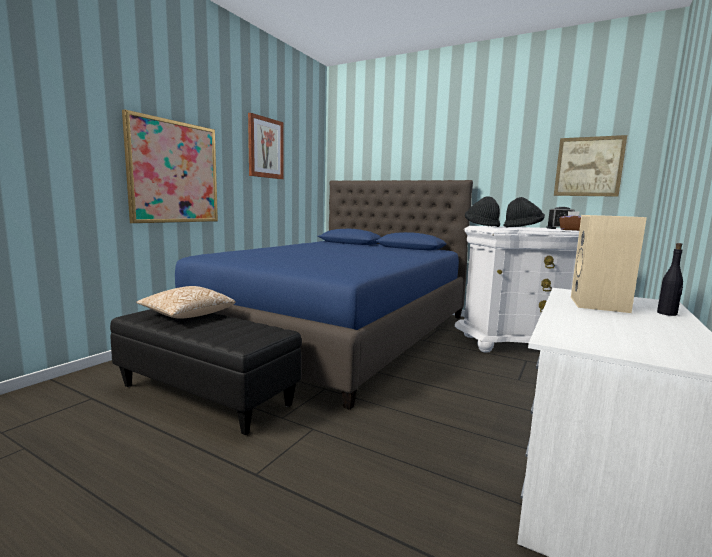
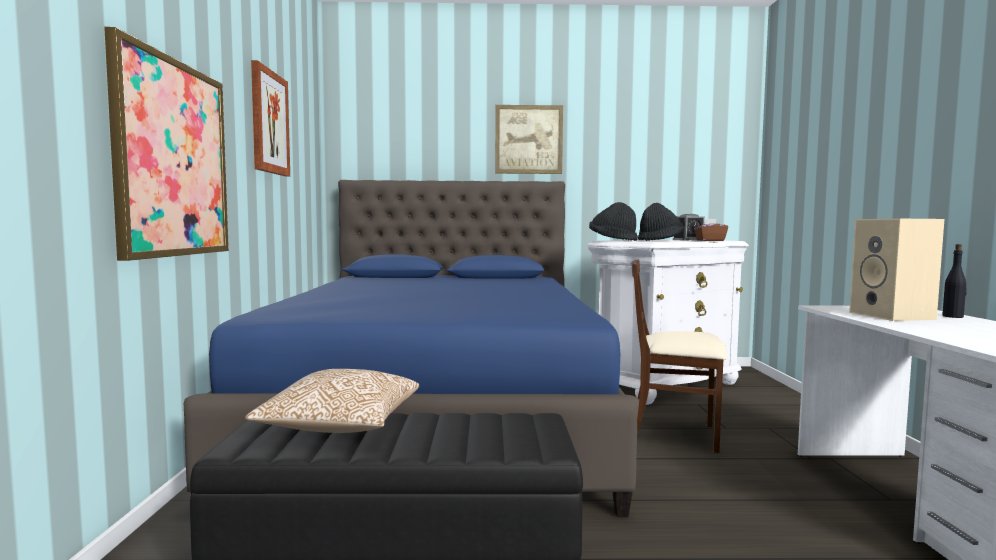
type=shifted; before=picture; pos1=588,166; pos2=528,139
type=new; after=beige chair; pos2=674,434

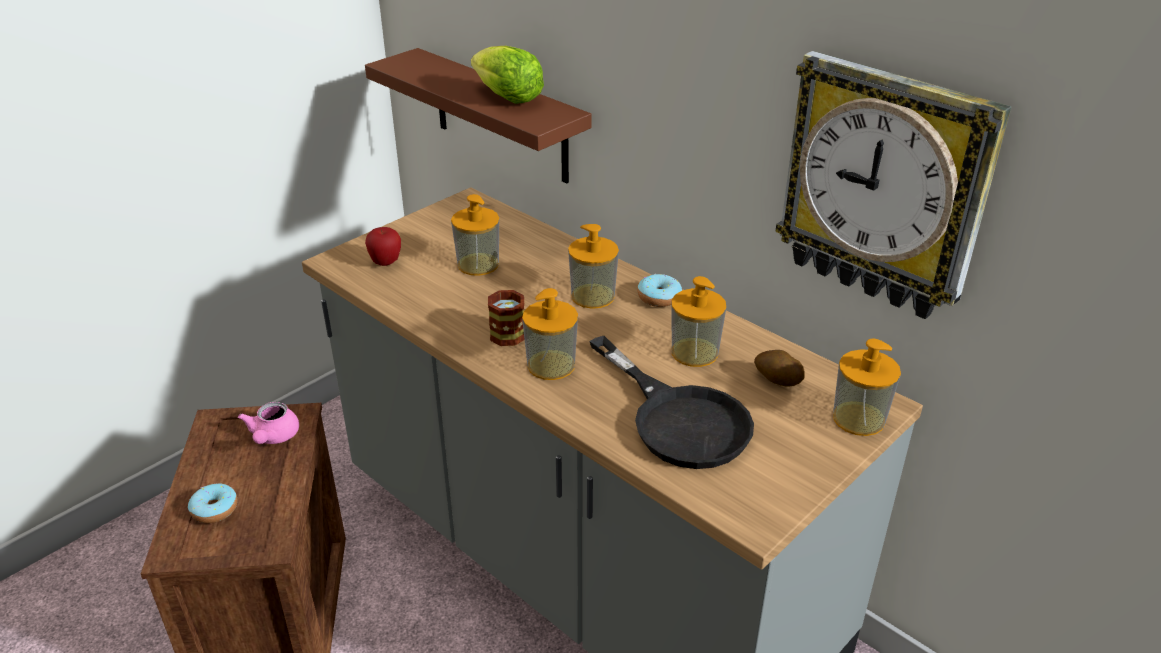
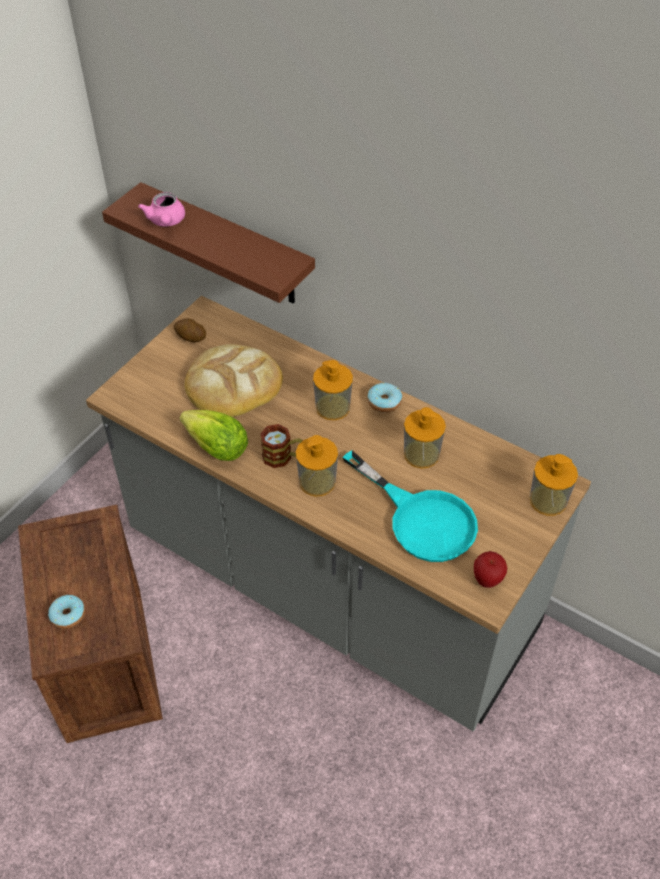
type=shifted; before=lettuce; pos1=508,98; pos2=217,448
type=gone; before=clock on the wall; pos1=884,187
type=swapped; before=liquid soap bottle; after=baked bread; pos1=478,264; pos2=233,384
type=shifted; before=apple; pos1=385,263; pos2=487,580
type=repainted; before=black-coloured skillet; after=turquoise skillet; pos1=679,418; pos2=421,519
type=shifted; before=potato; pos1=777,380; pos2=190,337
type=shifted; before=pink tea pot; pos1=273,437; pos2=166,222

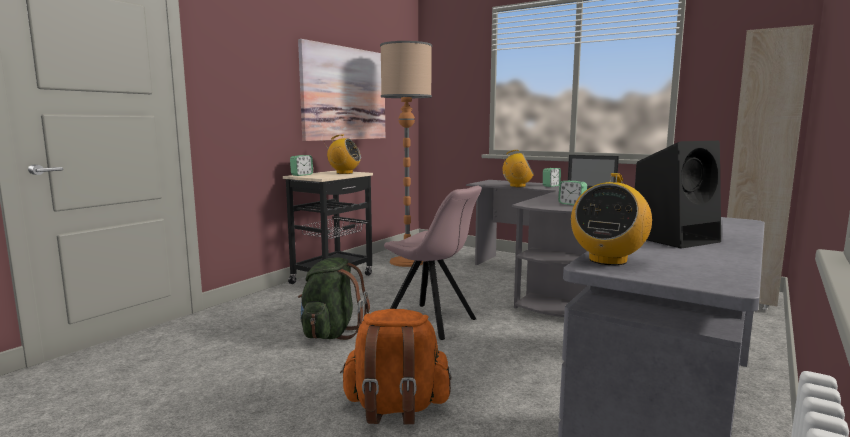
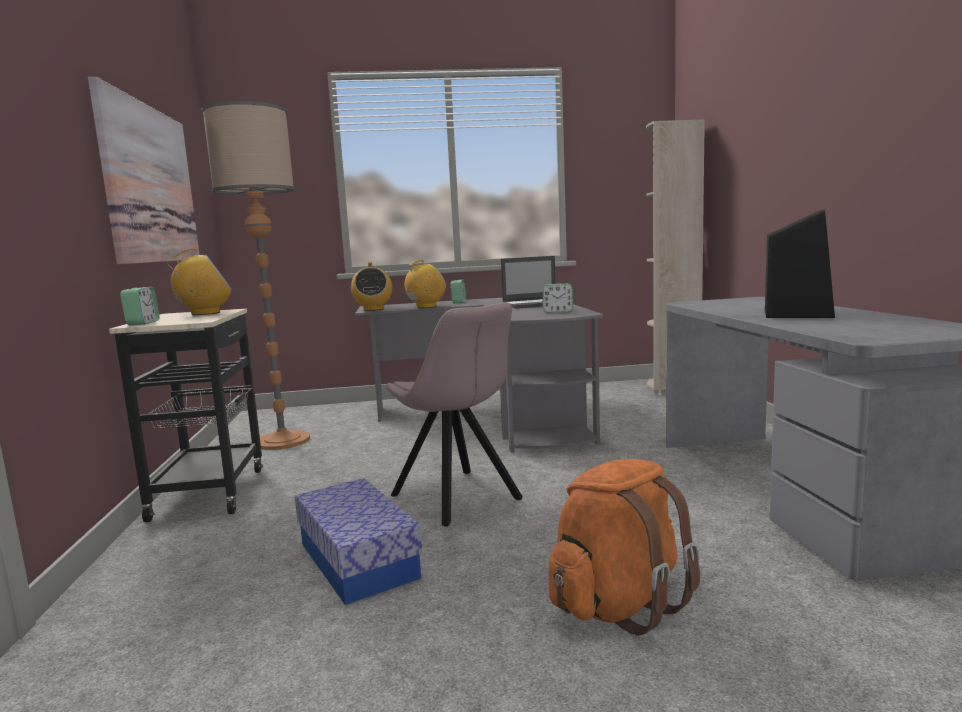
type=shifted; before=radio set; pos1=607,260; pos2=373,309
type=rotated; before=pink chair; pos1=431,321; pos2=457,497; turn=60
type=swapped; before=green-coloured knapsack; after=storage box; pos1=331,333; pos2=358,560

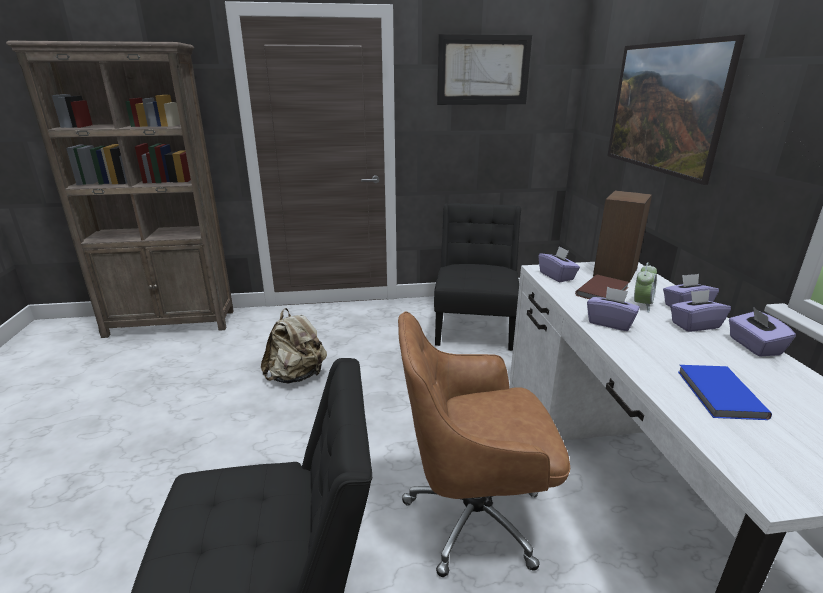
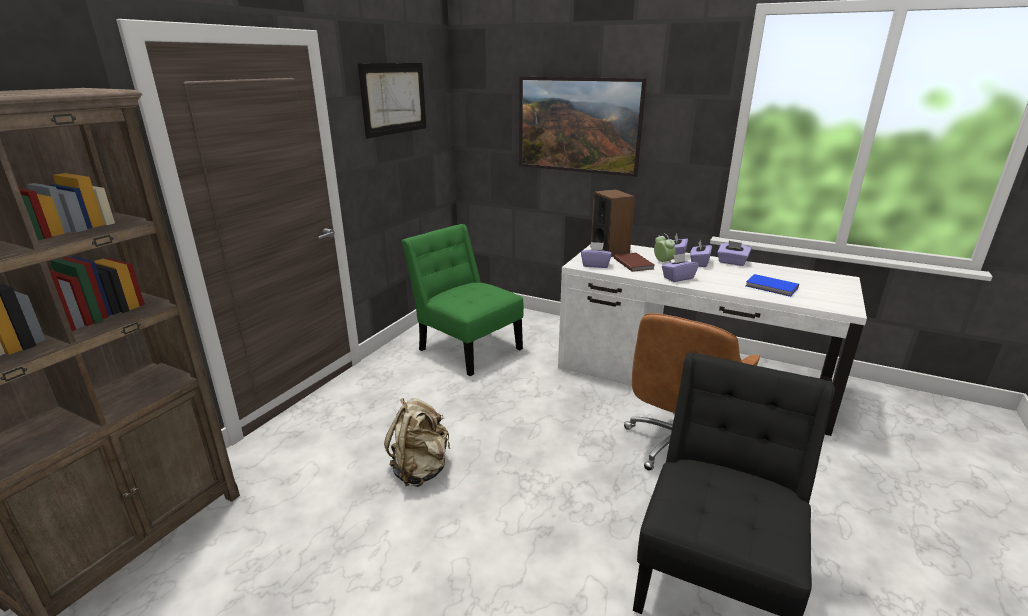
type=repainted; before=black-coloured chair; after=green-coloured chair; pos1=475,326; pos2=467,347

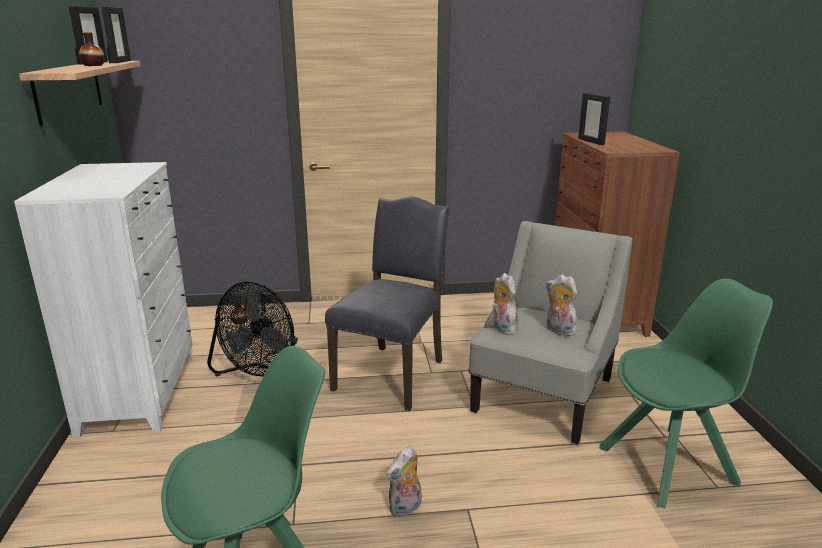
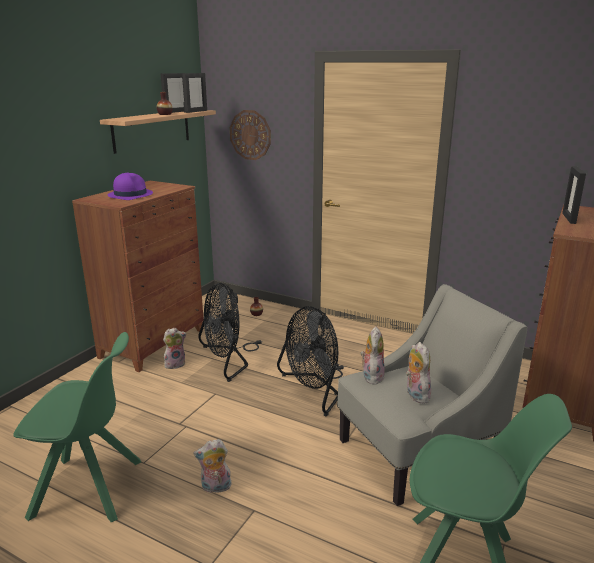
type=repainted; before=whitish drawer chest; after=brown drawer chest; pos1=142,392; pos2=155,343
type=swapped; before=greyish chair; after=black-coloured fan; pos1=393,374; pos2=315,388
type=new; after=clock on the wall; pos2=250,135
type=new; after=purple-coloured hat; pos2=130,195
type=new; after=cuddly toy; pos2=175,364

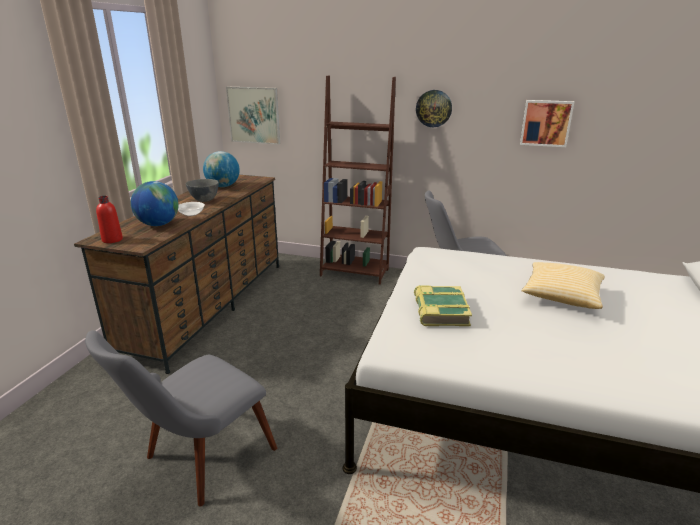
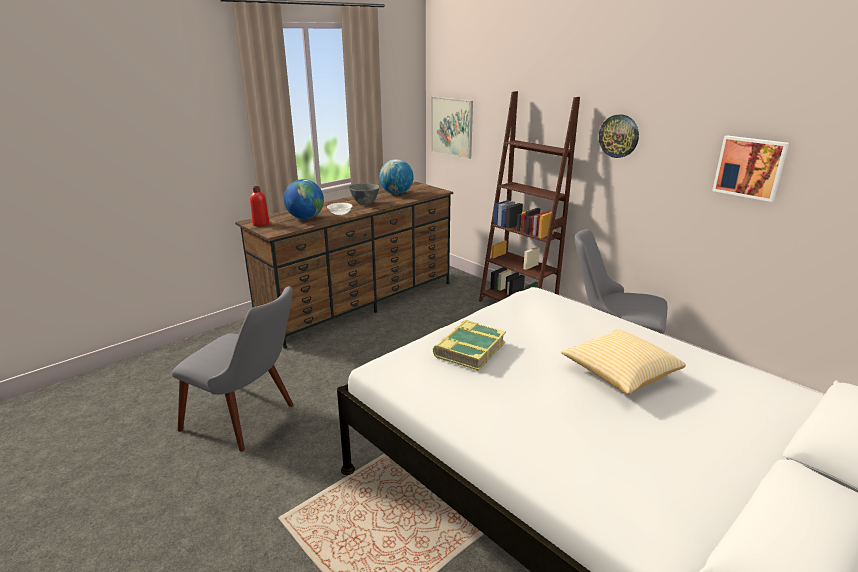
type=rotated; before=greyish chair; pos1=198,462; pos2=249,420; turn=-135

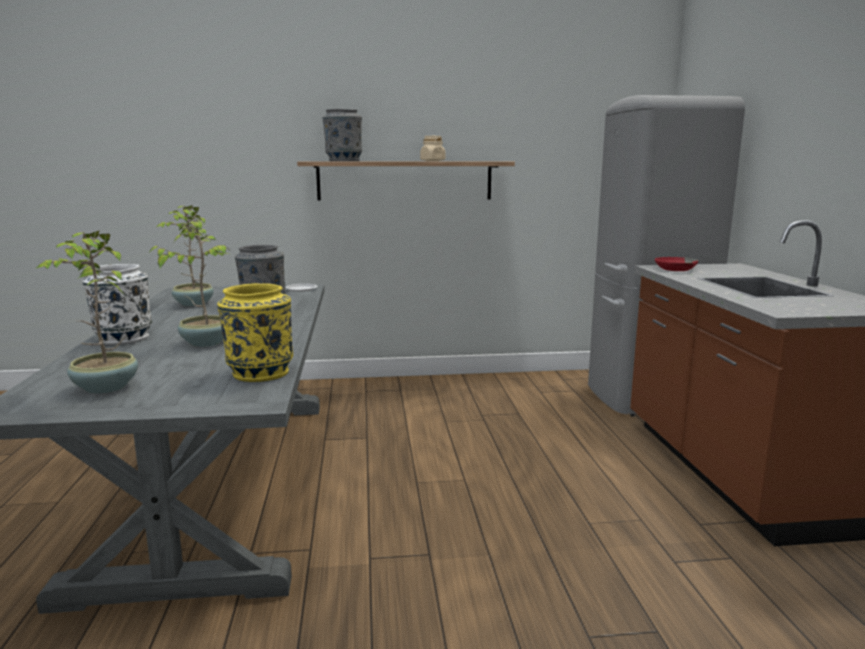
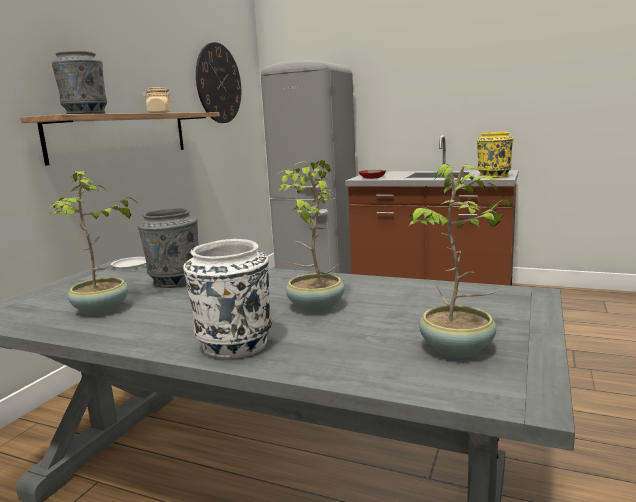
type=shifted; before=yellow decorative vase; pos1=259,373; pos2=493,176
type=new; after=clock on the wall; pos2=219,83

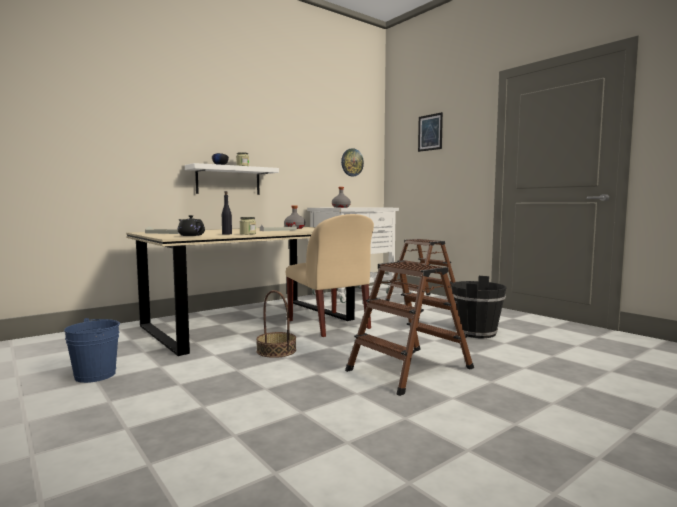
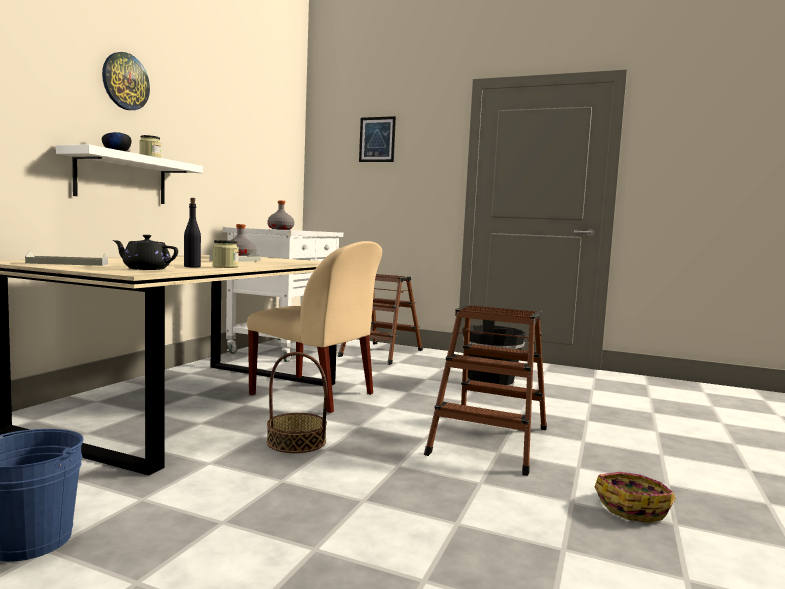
type=shifted; before=clock on the wall; pos1=352,162; pos2=125,81
type=new; after=storage basket; pos2=633,507

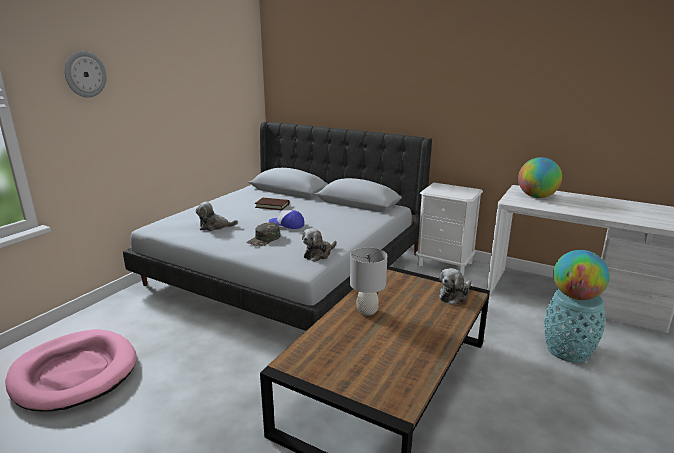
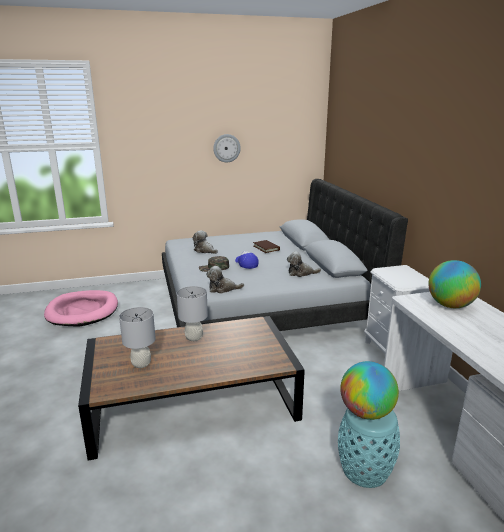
type=shifted; before=clock on the wall; pos1=85,74; pos2=226,148
type=shifted; before=cuddly toy; pos1=455,296; pos2=301,273
type=new; after=greyish lamp for a table; pos2=141,365

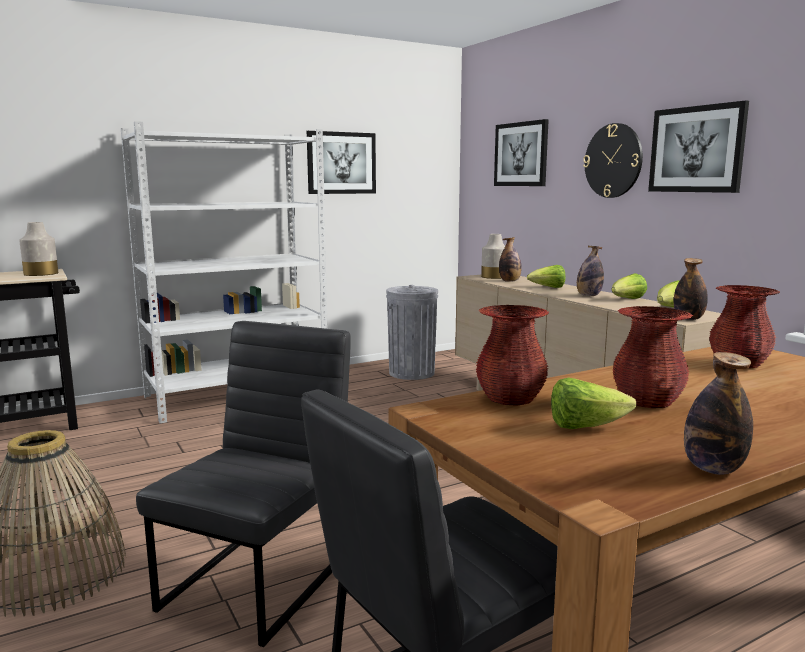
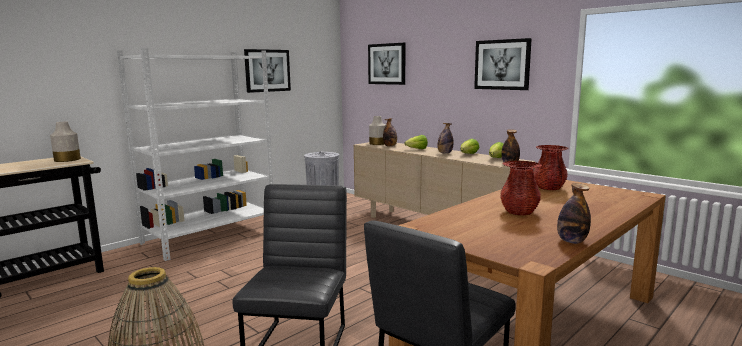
type=gone; before=clock on the wall; pos1=613,160
type=gone; before=red decorative vase; pos1=510,399
type=gone; before=lettuce; pos1=585,427

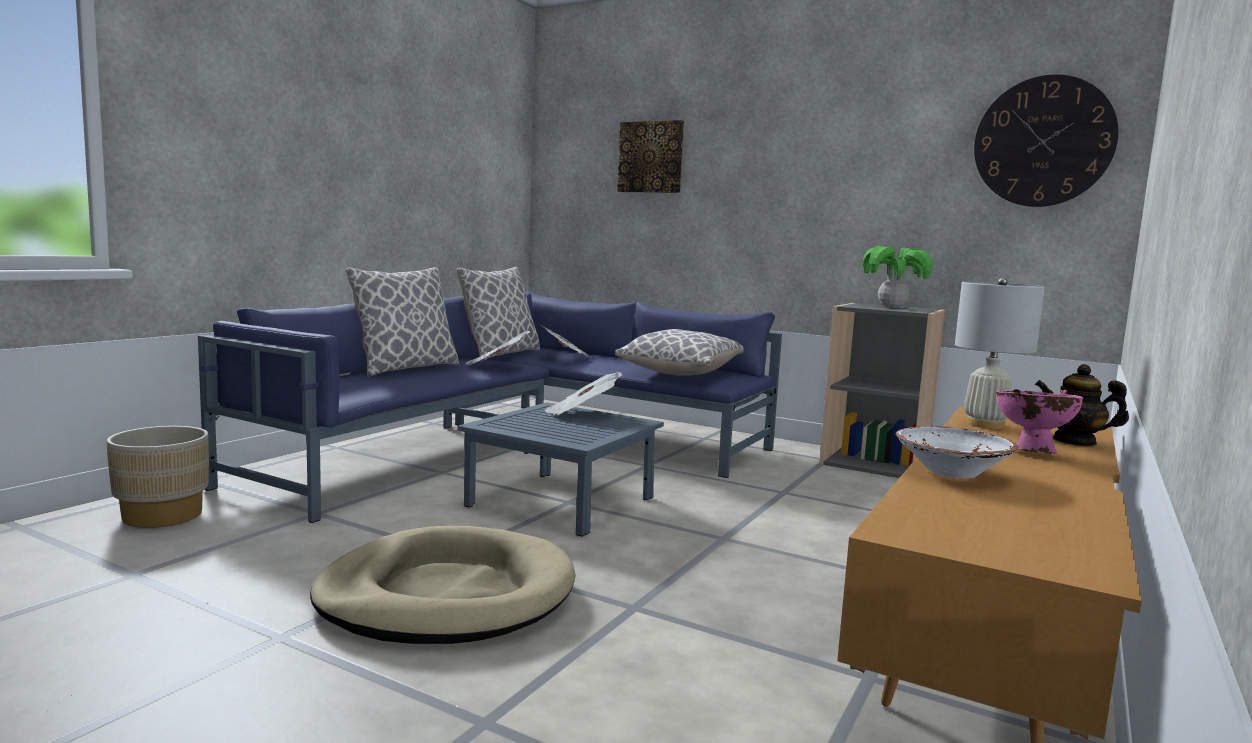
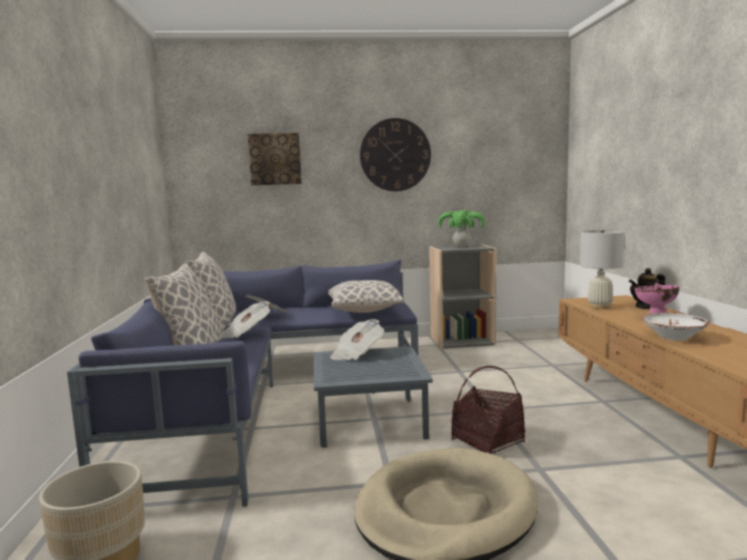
type=shifted; before=clock on the wall; pos1=1043,141; pos2=395,155
type=new; after=storage basket; pos2=488,441

